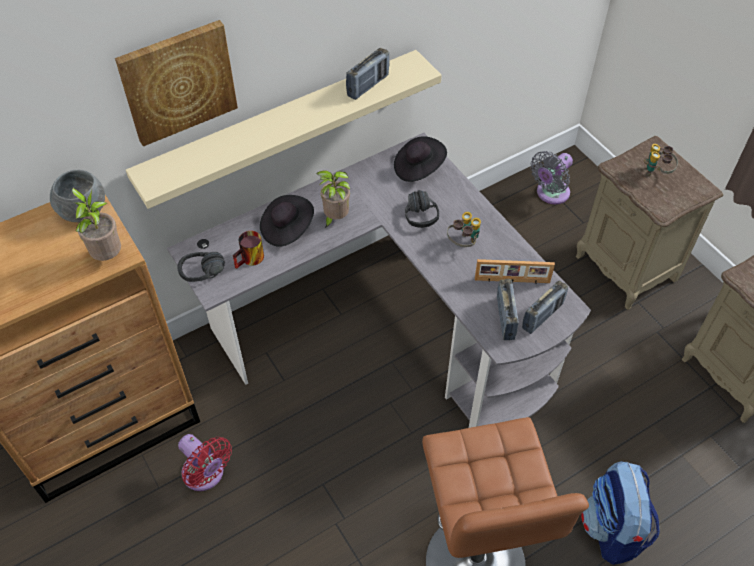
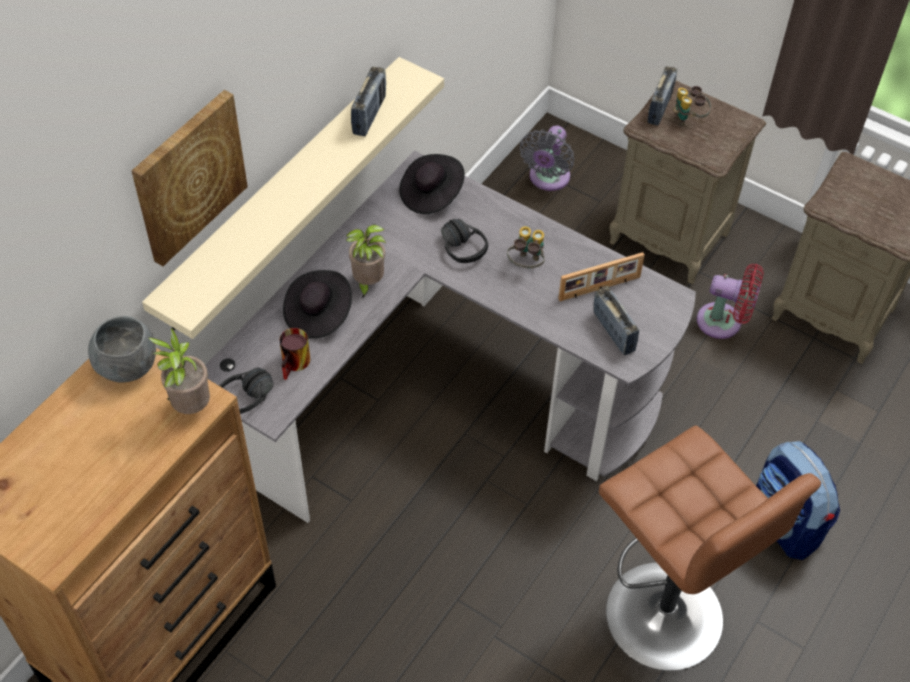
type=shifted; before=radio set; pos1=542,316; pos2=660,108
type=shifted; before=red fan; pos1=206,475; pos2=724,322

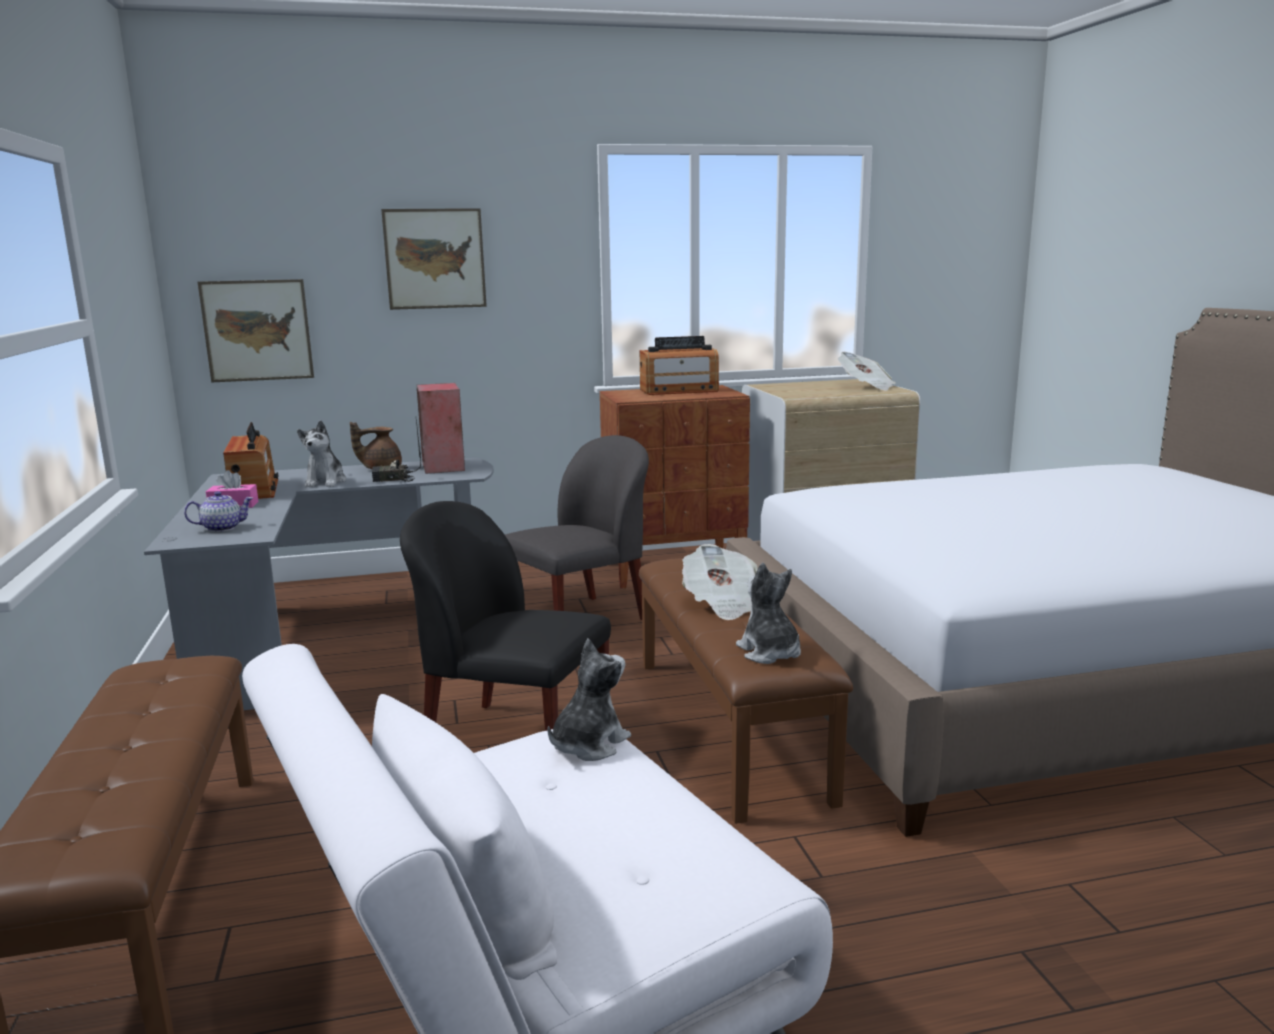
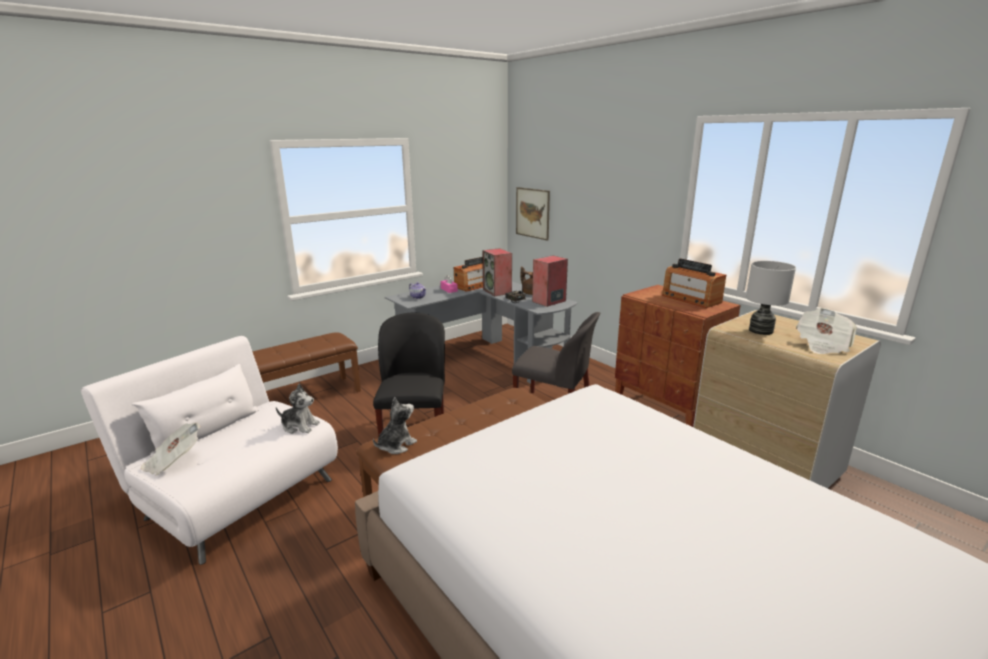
type=gone; before=picture; pos1=435,259
type=swapped; before=cuddly toy; after=loudspeaker; pos1=325,482; pos2=497,291
type=shifted; before=printed paper; pos1=723,604; pos2=174,461
type=new; after=greyish lamp for a table; pos2=760,331

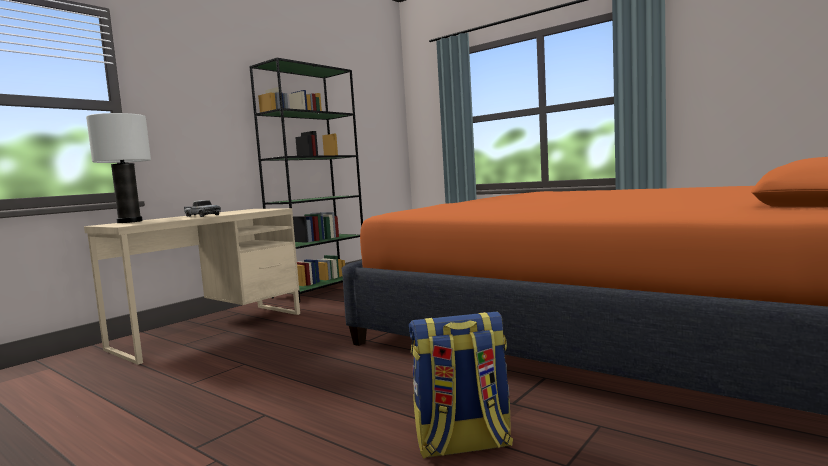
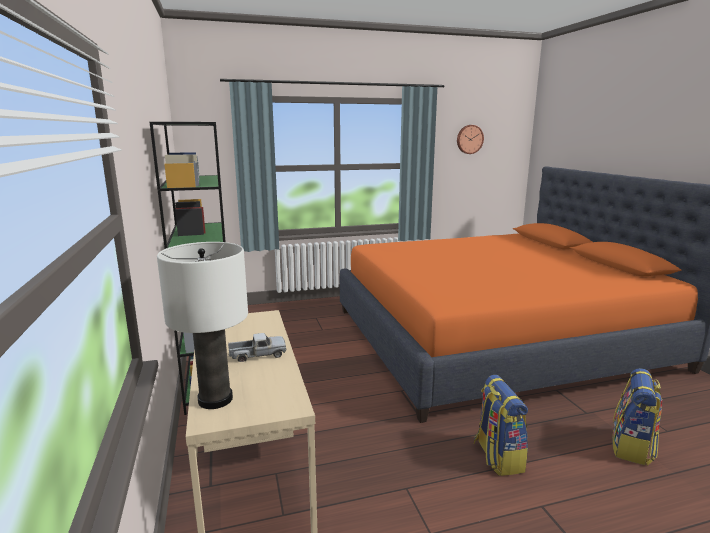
type=new; after=clock on the wall; pos2=469,139
type=new; after=knapsack; pos2=497,456

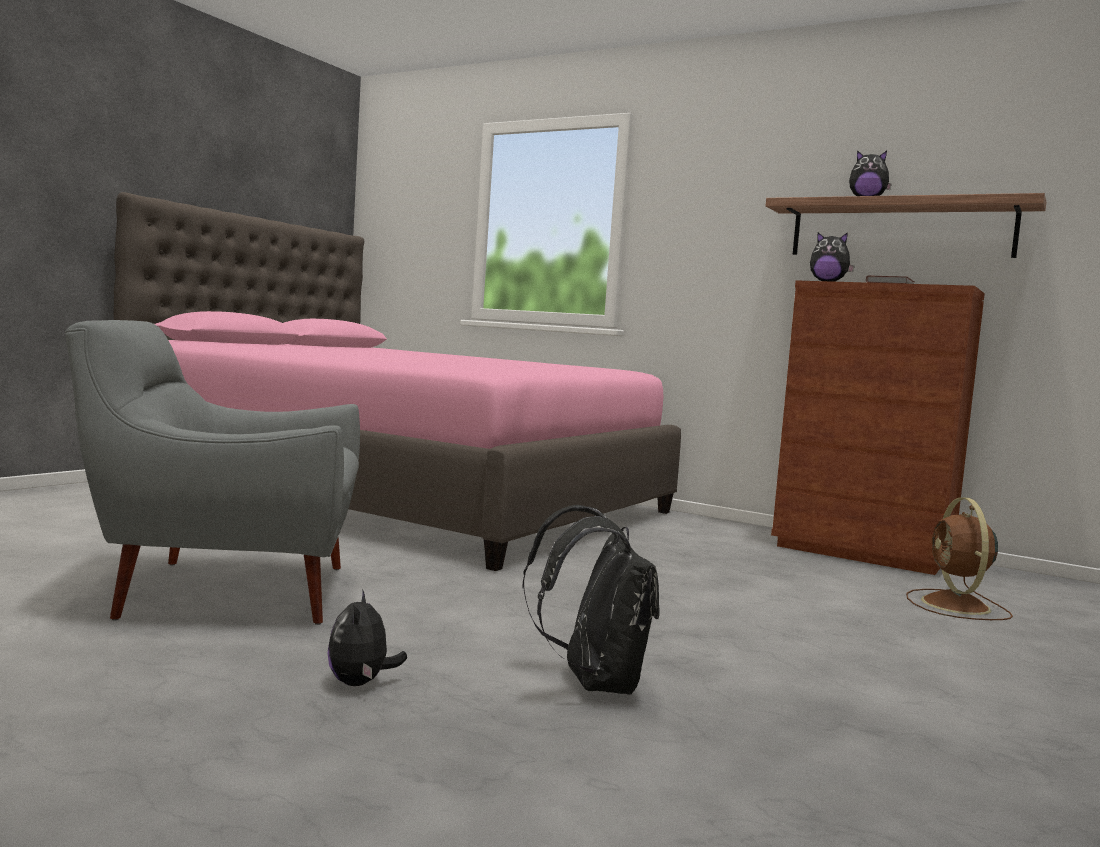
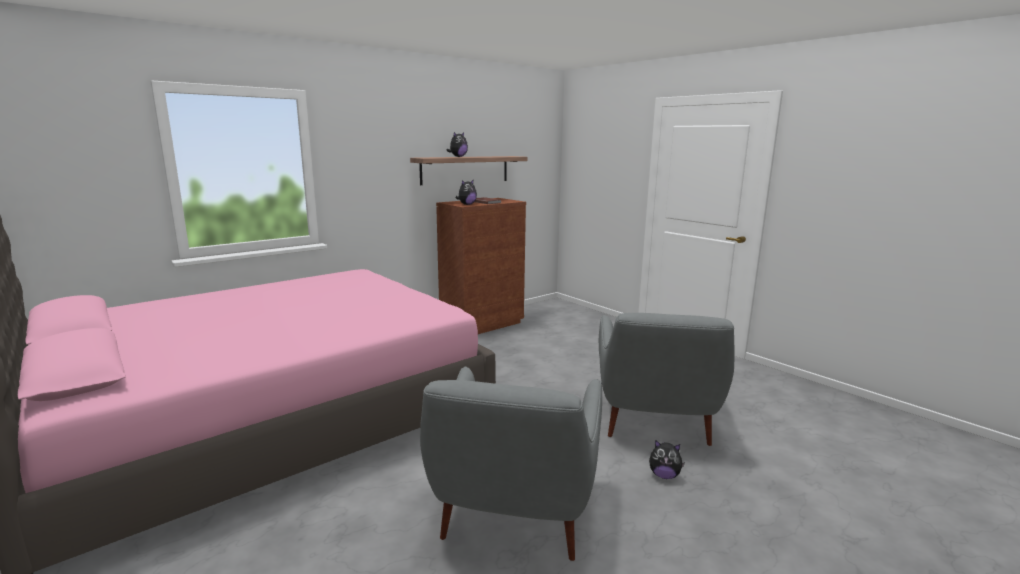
type=gone; before=brown fan; pos1=957,606
type=swapped; before=black-coloured knapsack; after=greyish armchair; pos1=593,683; pos2=654,421

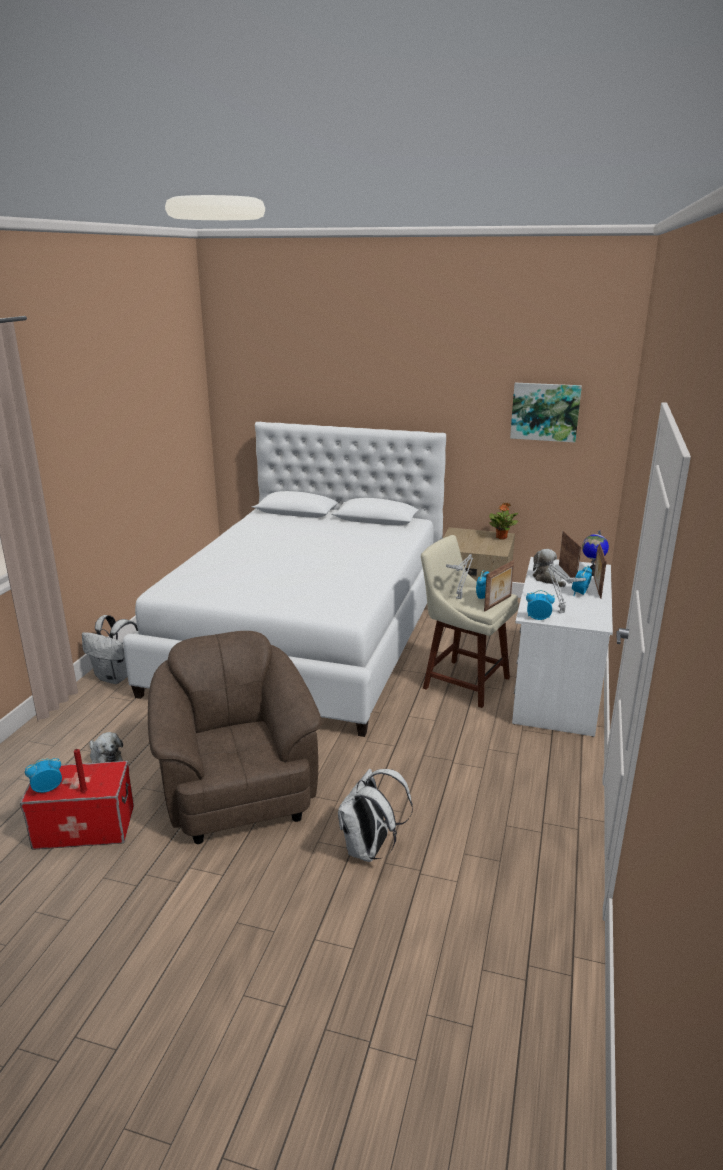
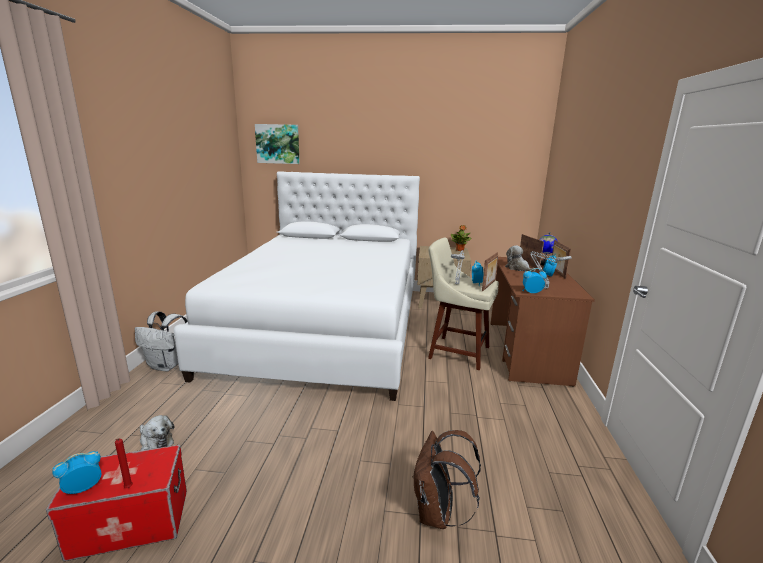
type=shifted; before=picture; pos1=545,412; pos2=278,144
type=repainted; before=whitish desk unit; after=brown desk unit; pos1=556,687; pos2=526,351
type=gone; before=brown armchair; pos1=238,792
type=repainted; before=whitish knapsack; after=brown knapsack; pos1=369,850; pos2=438,514

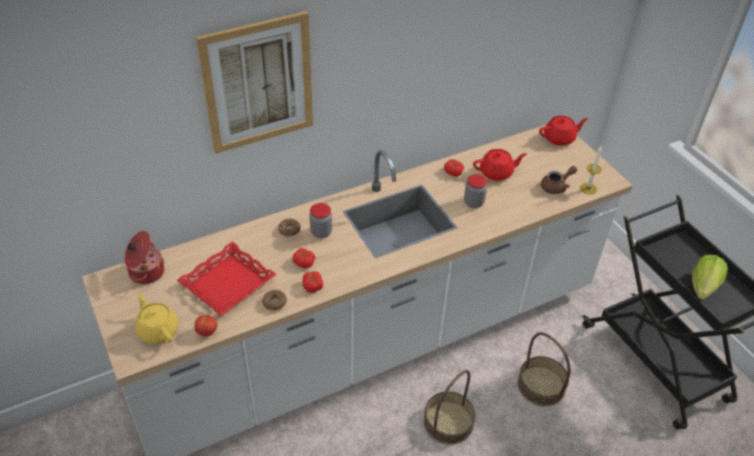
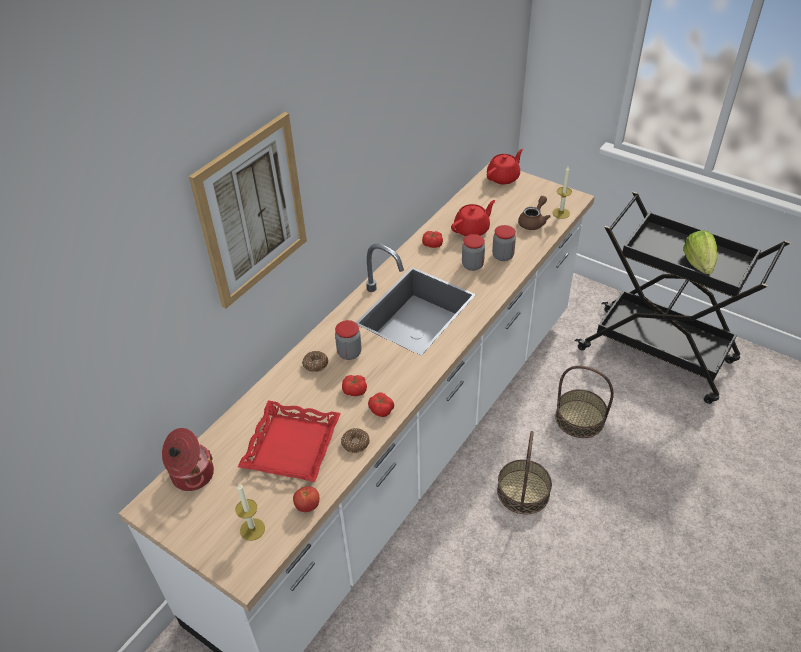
type=swapped; before=yellow tea pot; after=wax candle; pos1=158,330; pos2=252,529
type=new; after=preserve jar; pos2=502,256

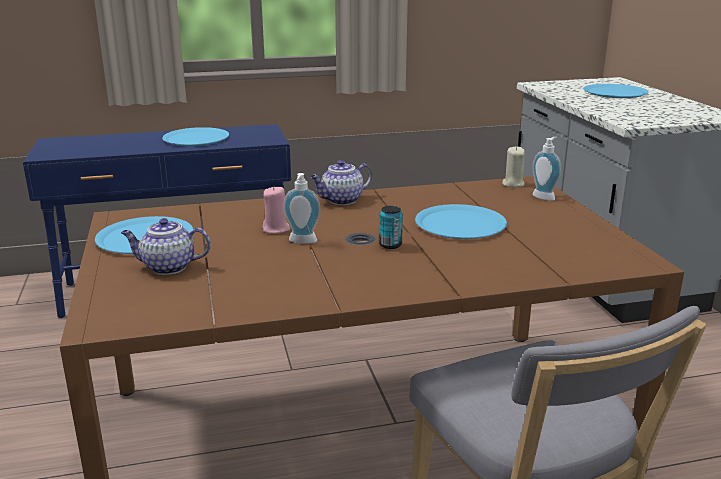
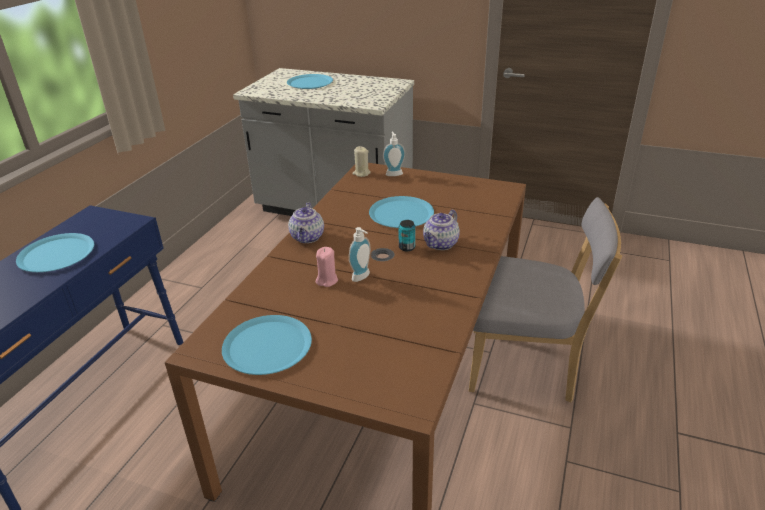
type=shifted; before=tea pot; pos1=167,267; pos2=440,244

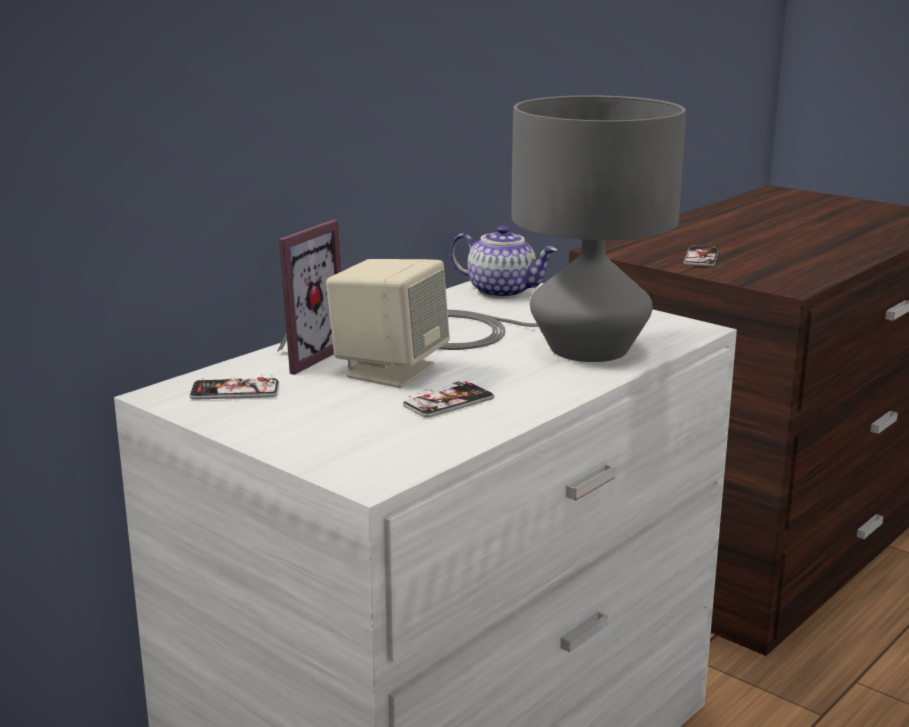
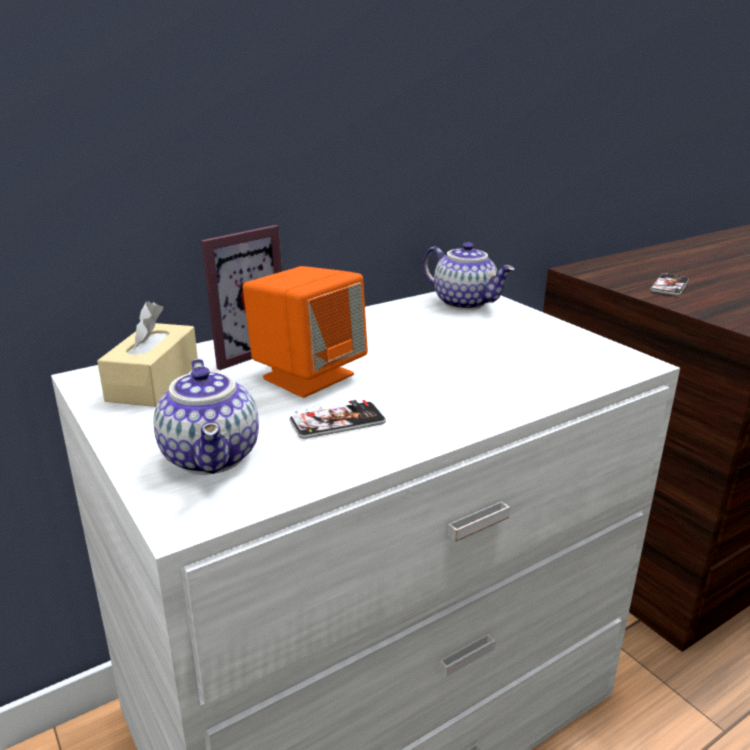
type=gone; before=greyish lamp for a table; pos1=533,341
type=repainted; before=beige loudspeaker; after=orangey loudspeaker; pos1=389,370; pos2=307,376
type=swapped; before=telephone; after=beige tissue holder; pos1=235,391; pos2=154,382
type=new; after=tea pot; pos2=213,457

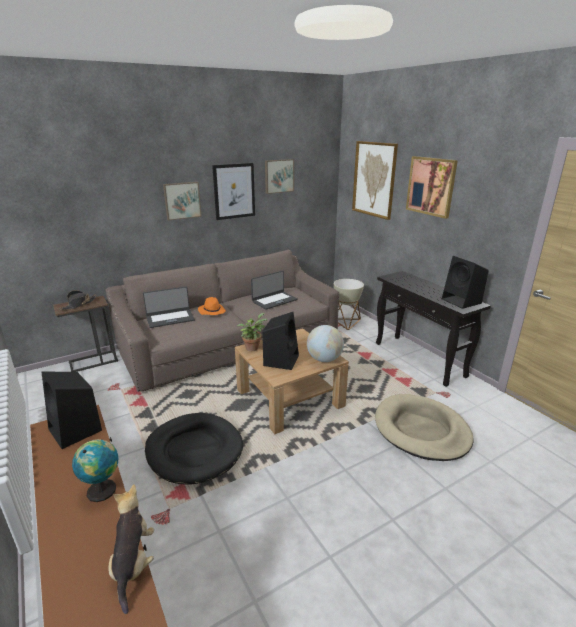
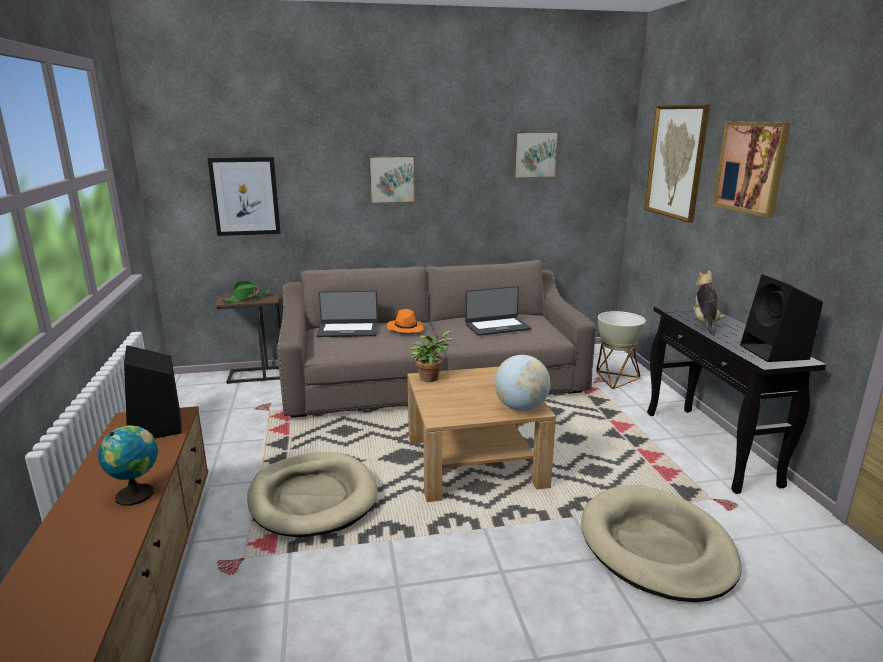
type=shifted; before=picture; pos1=234,191; pos2=245,196
type=repainted; before=black-coloured hat; after=green-coloured hat; pos1=79,304; pos2=246,298
type=gone; before=black-coloured loudspeaker; pos1=281,360
type=repainted; before=black-coloured dog cushion; after=beige dog cushion; pos1=194,450; pos2=313,498
type=shifted; before=cuddly toy; pos1=133,563; pos2=704,323

